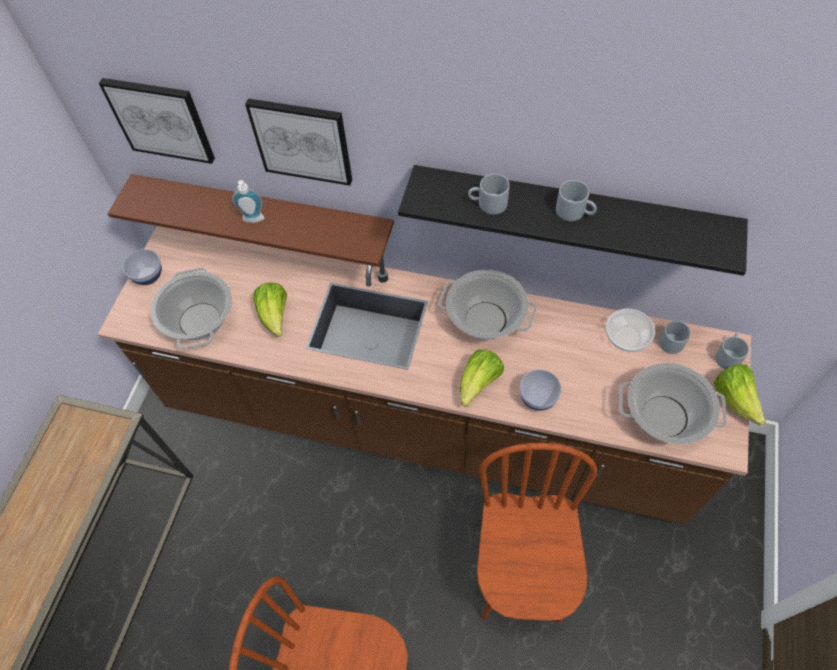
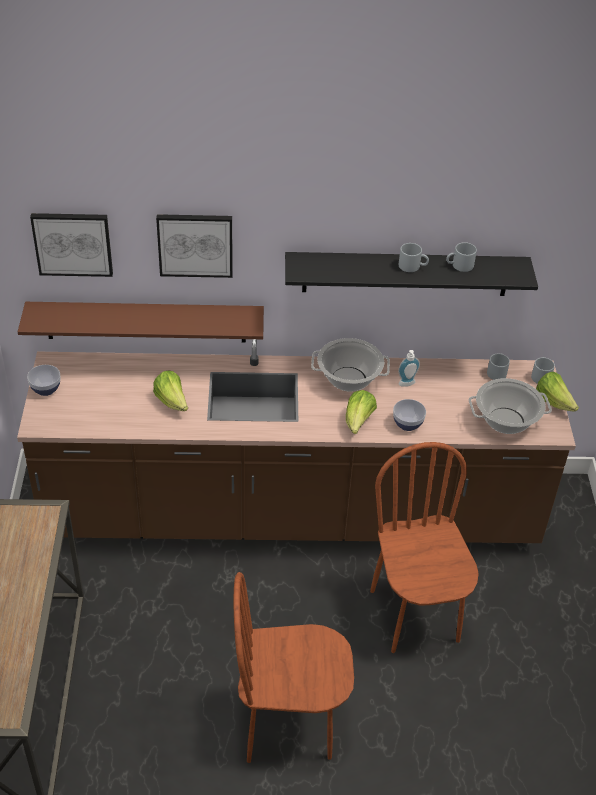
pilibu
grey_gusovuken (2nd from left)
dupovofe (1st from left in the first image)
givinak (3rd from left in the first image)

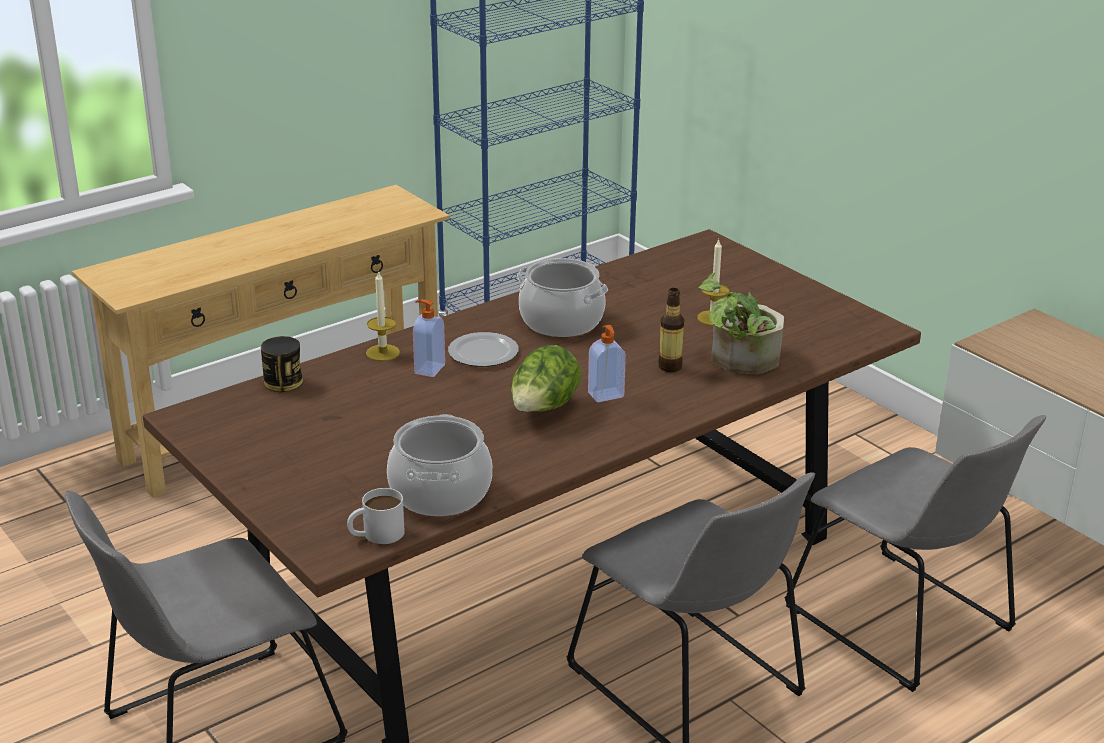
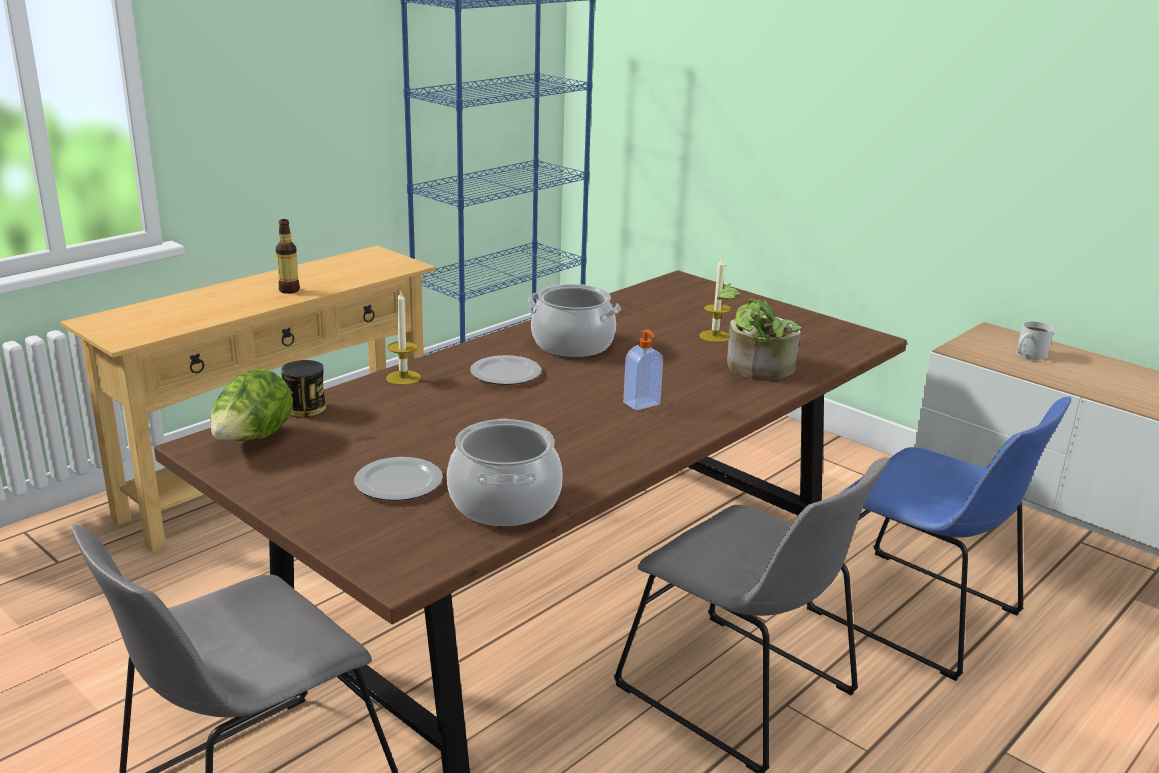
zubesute
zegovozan
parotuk (1st from left)
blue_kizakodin
white_gusovuken
pilibu (1st from left in the first image)

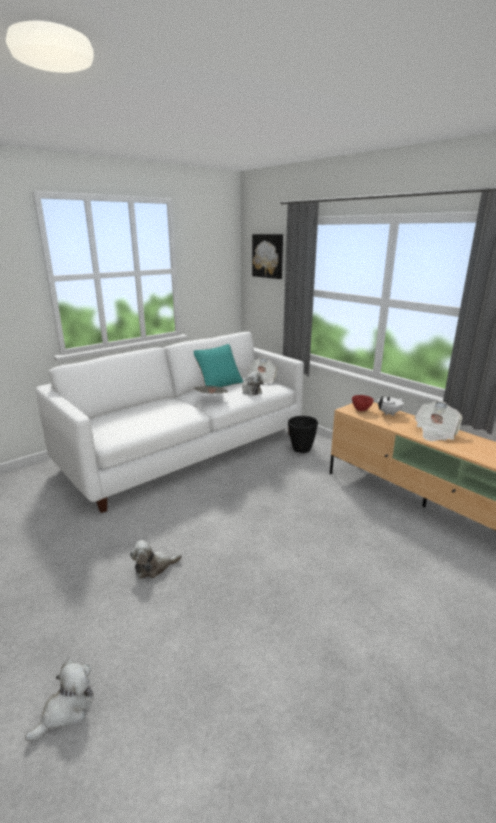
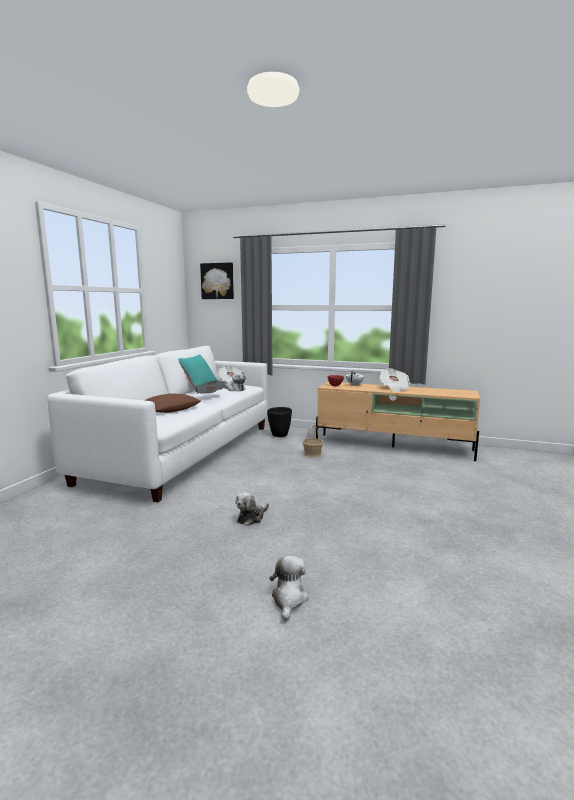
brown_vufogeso
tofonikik

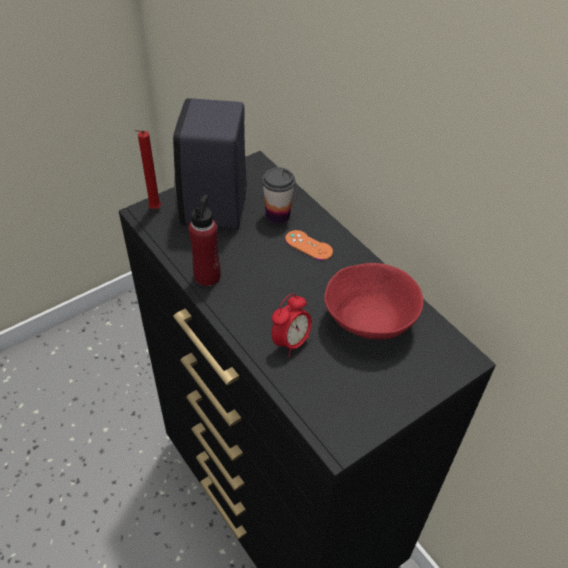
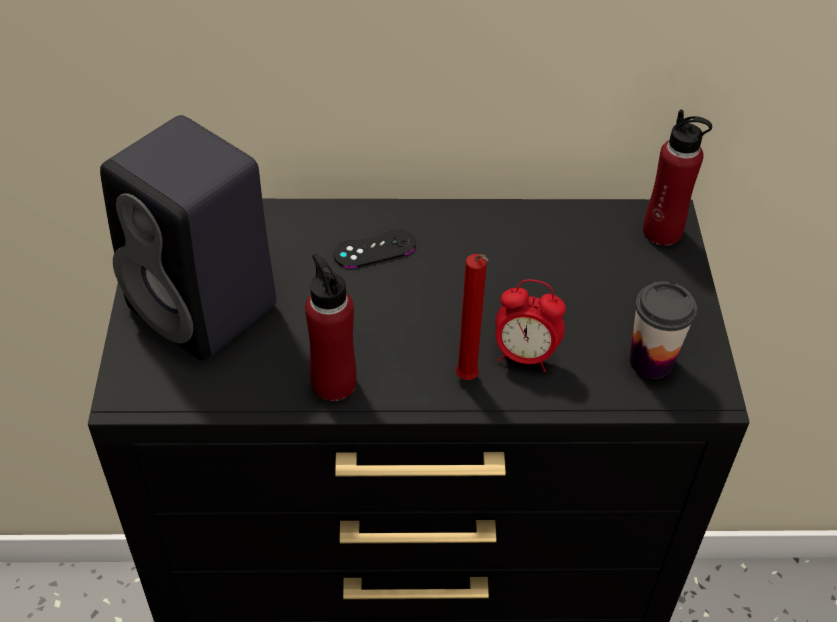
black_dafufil
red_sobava
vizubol
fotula
red_zegovozan (2nd from left)
red_givinak

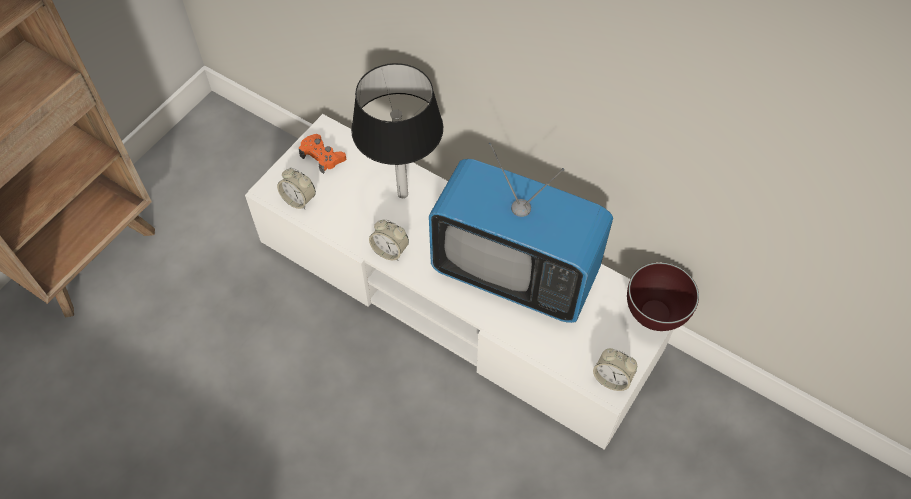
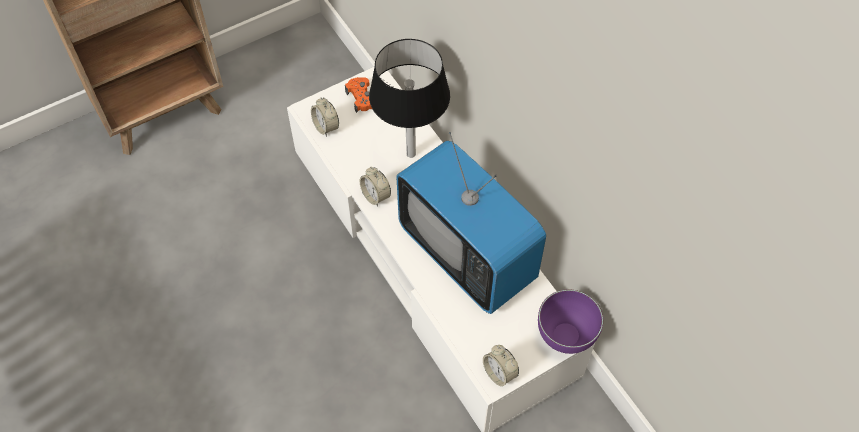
purple_givinak

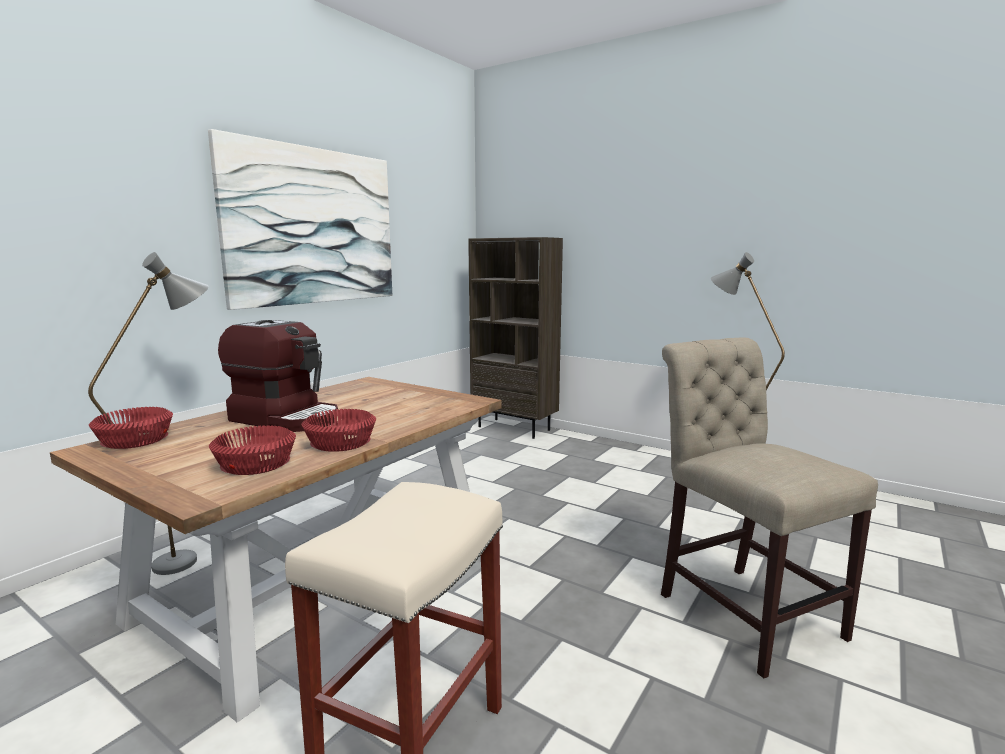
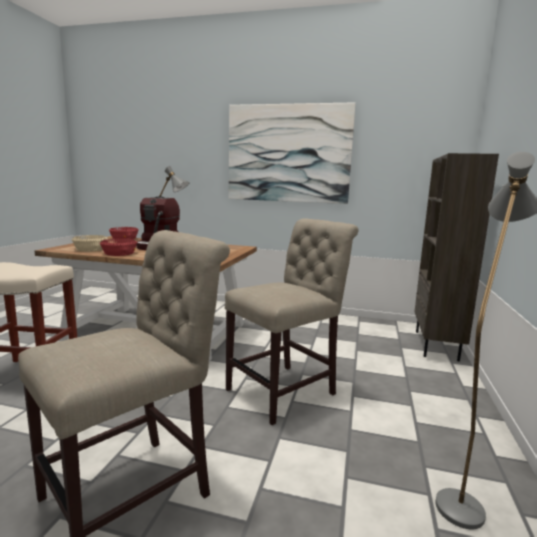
beige_givinak
beige_kizakodin (2nd from left)

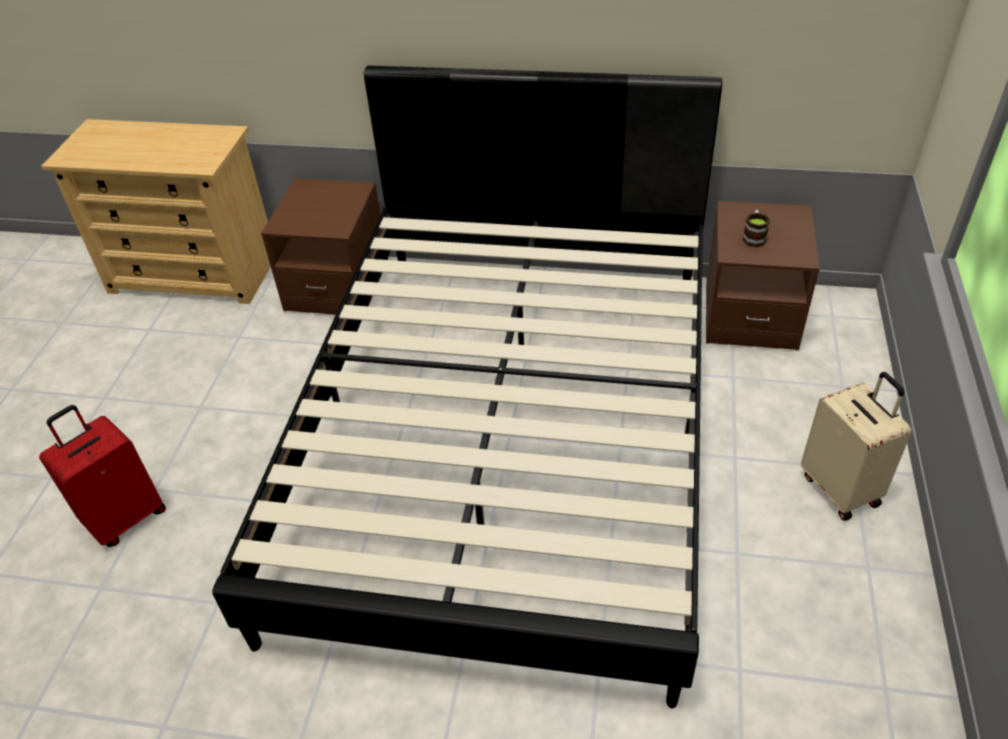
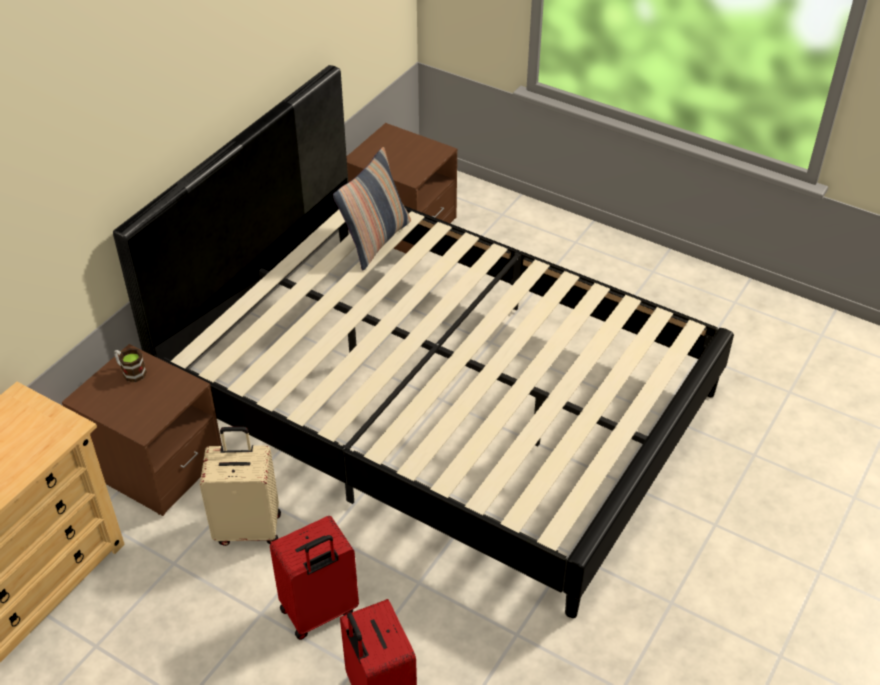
gusovuken
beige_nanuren
red_nanuren (1st from left)
vufogeso

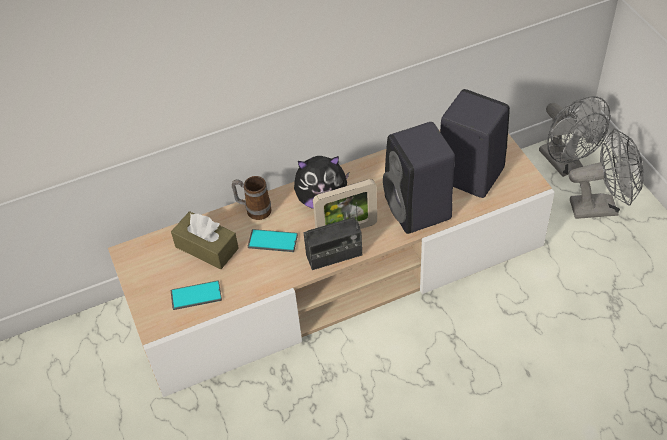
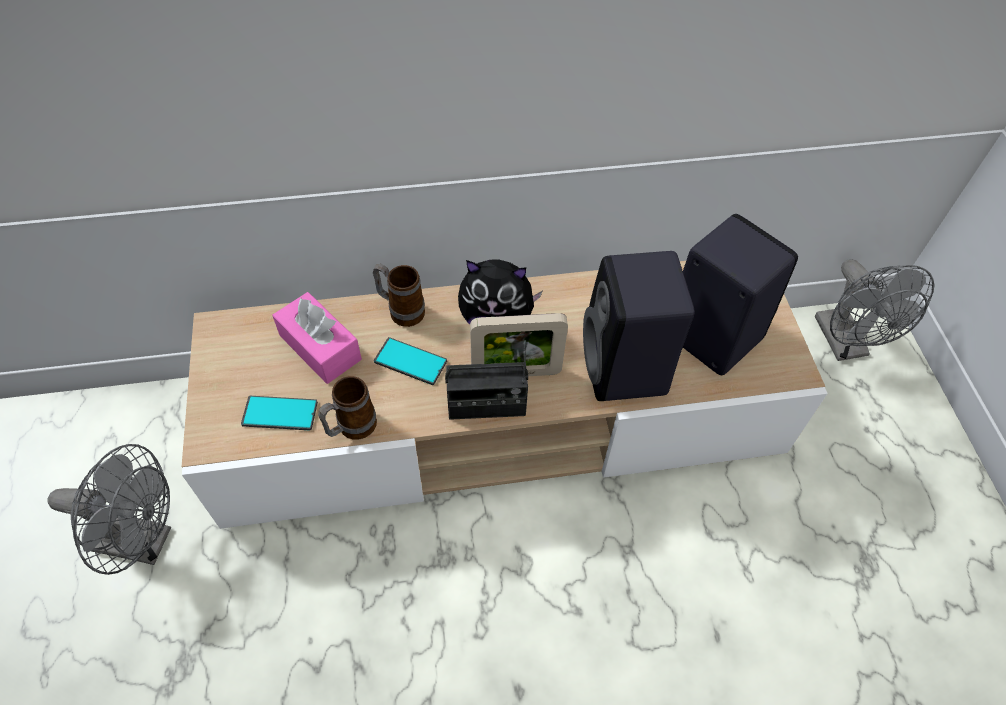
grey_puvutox (1st from left)
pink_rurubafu
gusovuken (1st from left)

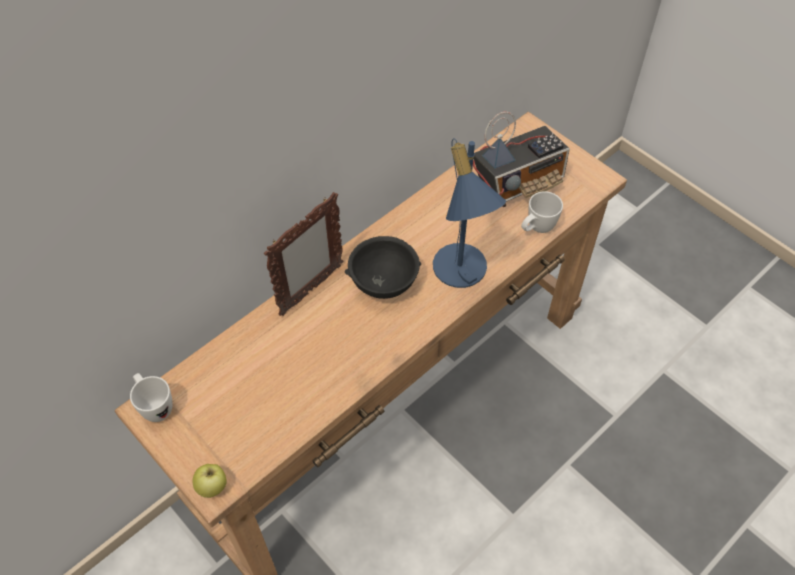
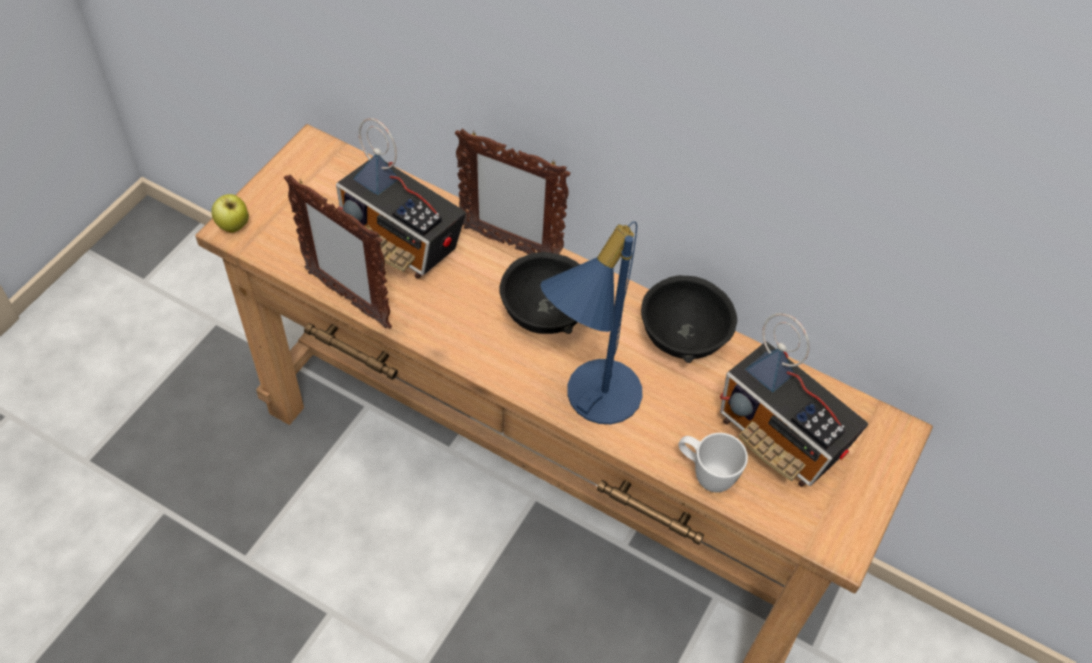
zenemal (1st from left)
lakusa (1st from left)
black_givinak (2nd from left)
white_gusovuken (1st from left in the first image)

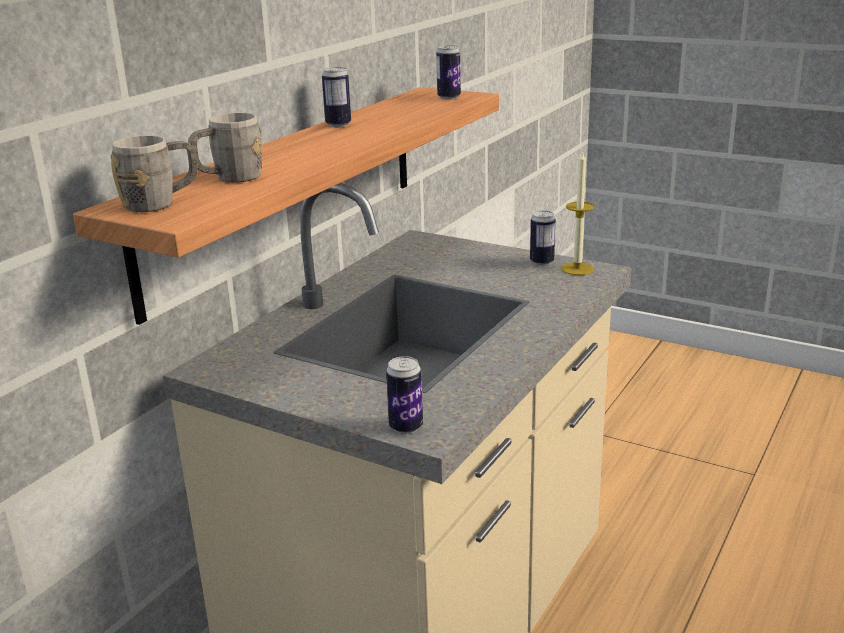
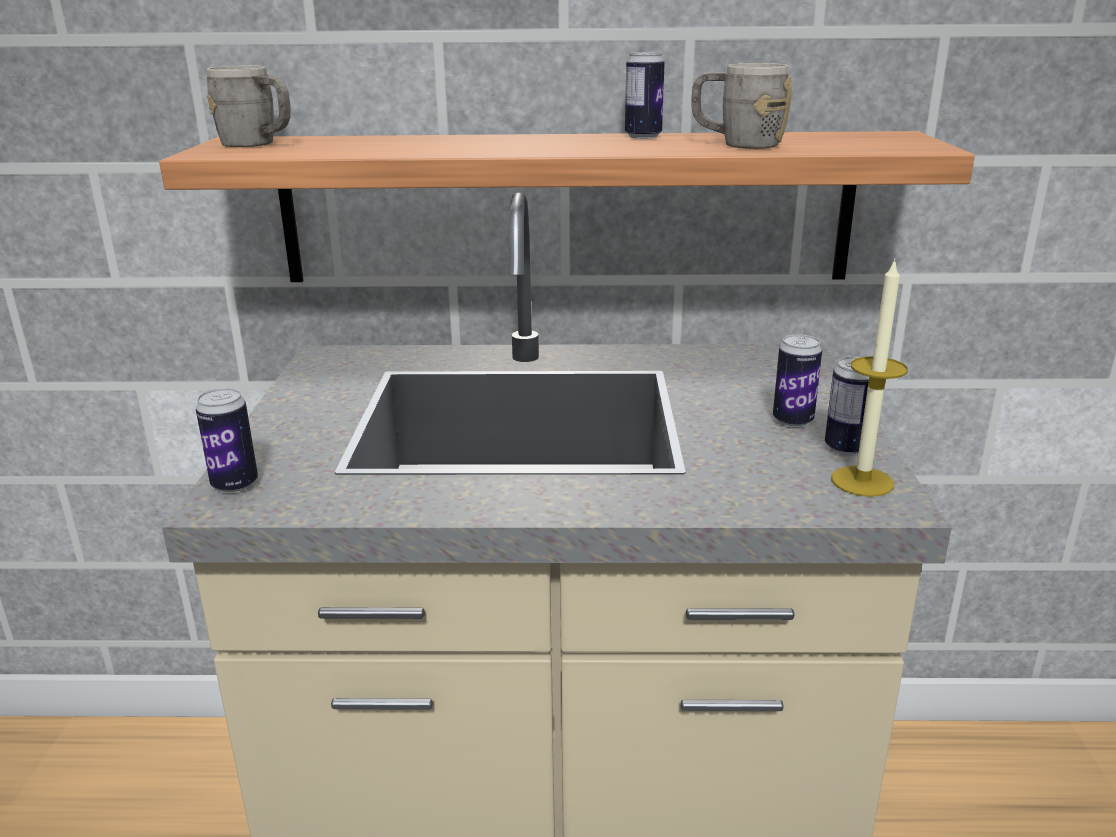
grey_gusovuken (2nd from left)
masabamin (3rd from left)

